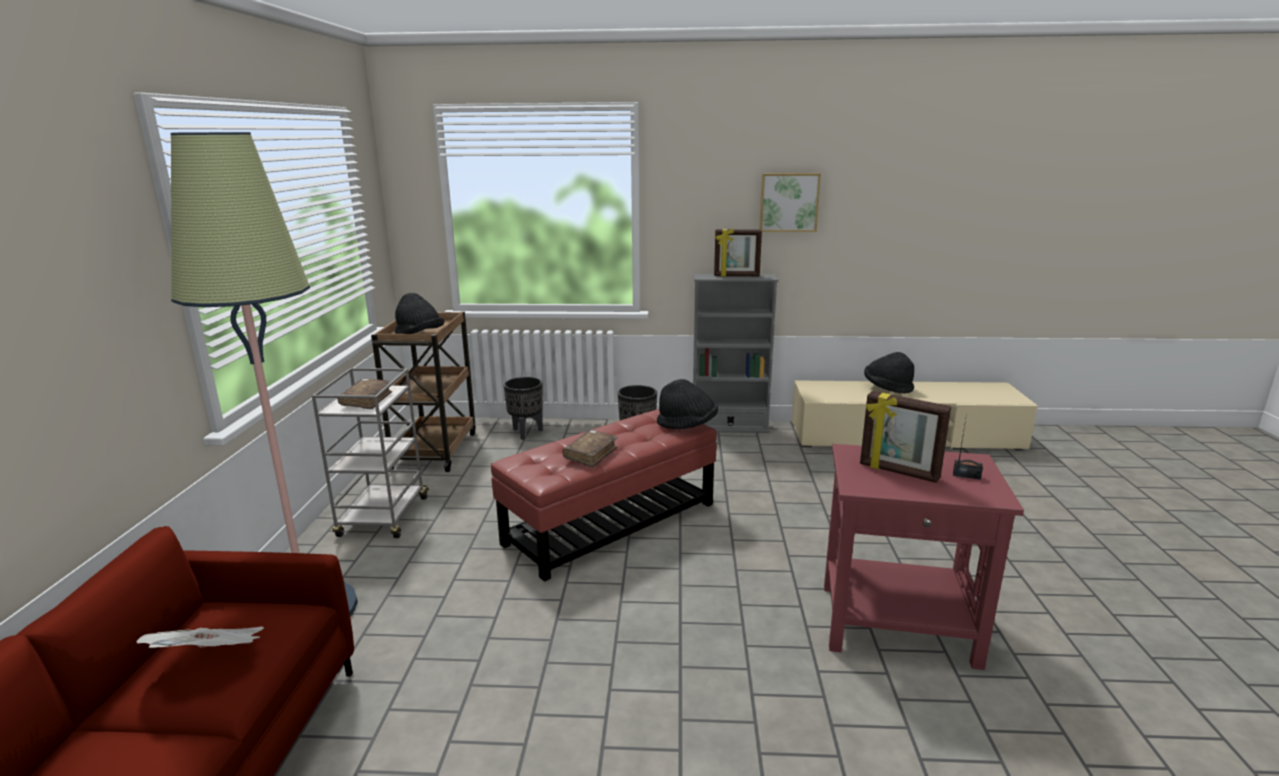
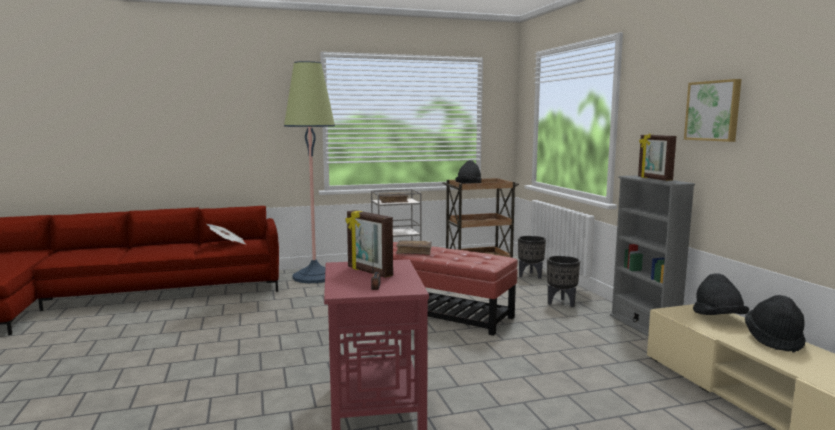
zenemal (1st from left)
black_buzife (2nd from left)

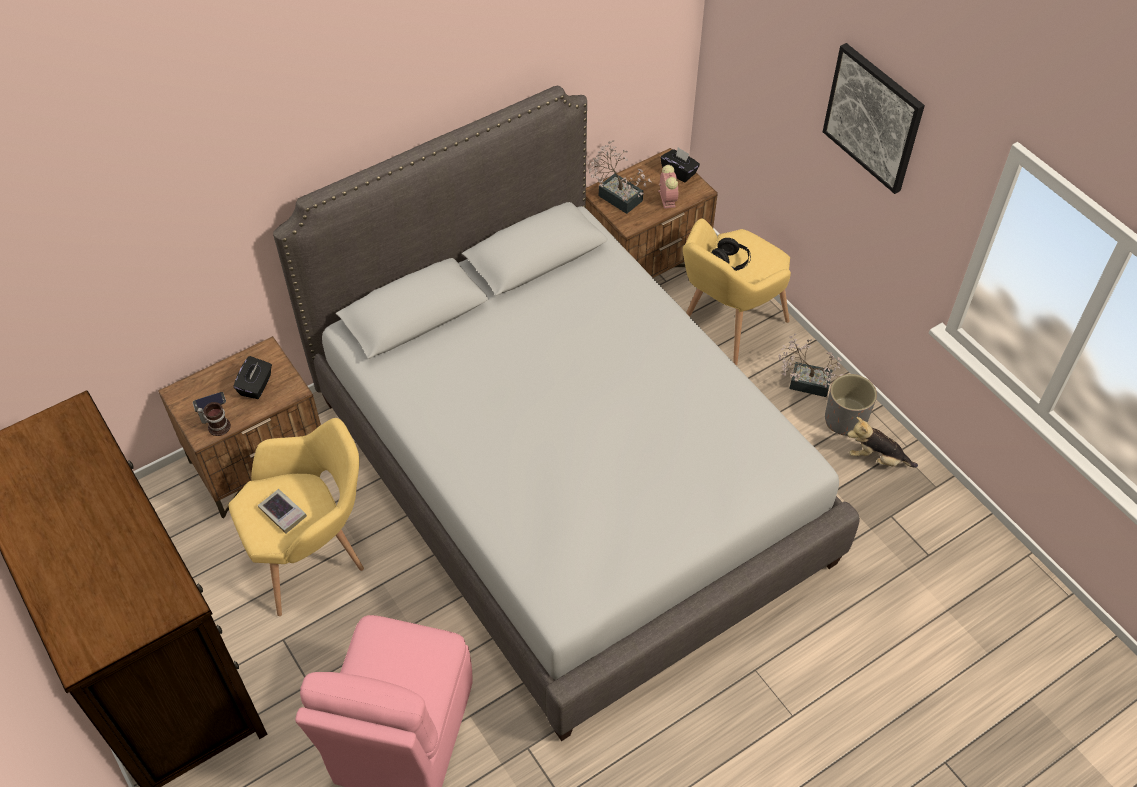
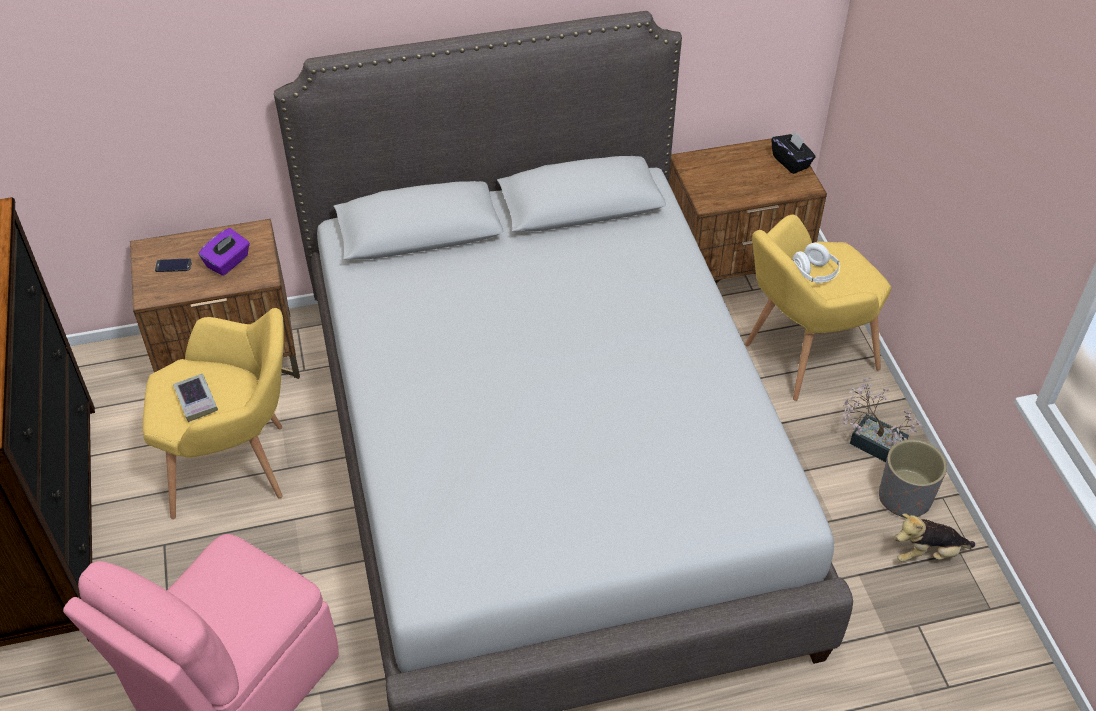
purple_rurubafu
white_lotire
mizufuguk
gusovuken
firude (1st from left in the first image)
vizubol
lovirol

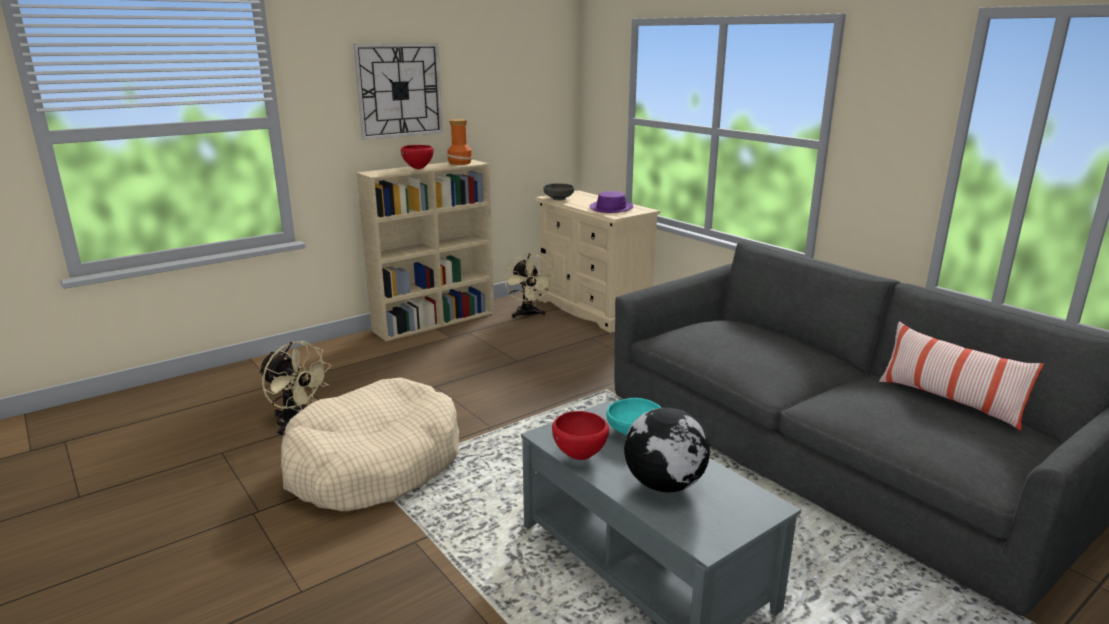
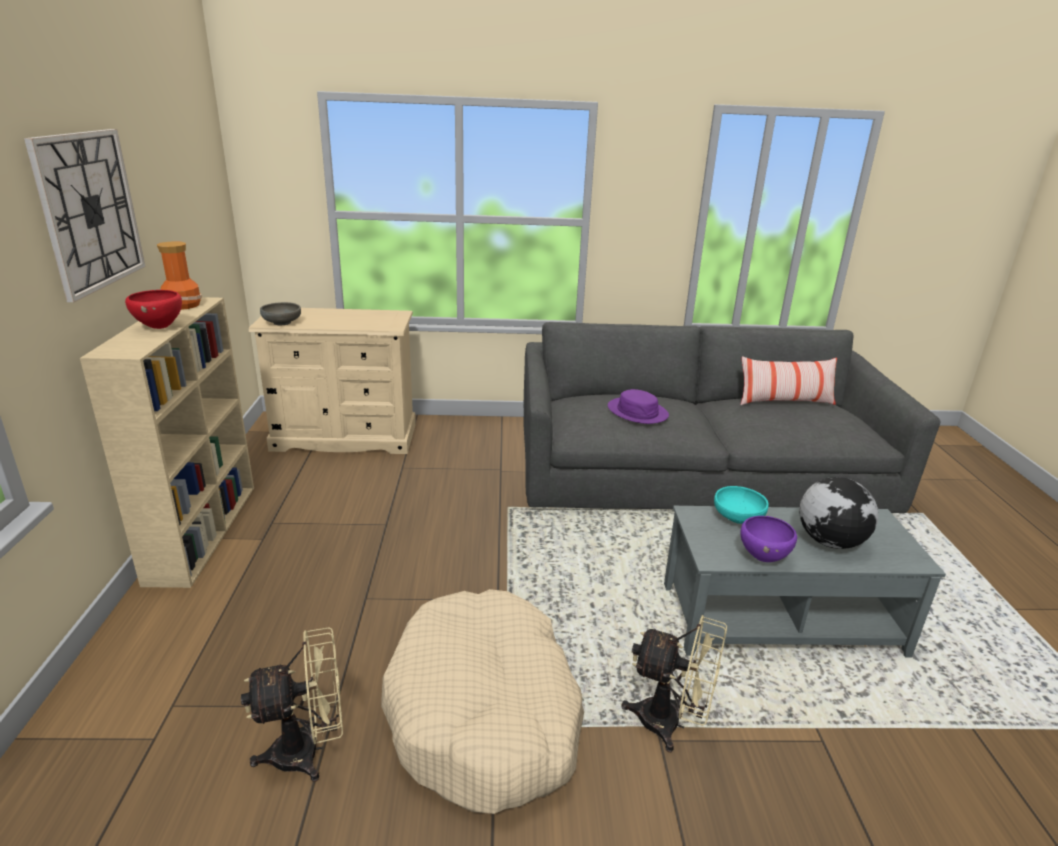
purple_buzife
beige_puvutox (2nd from left)
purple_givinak

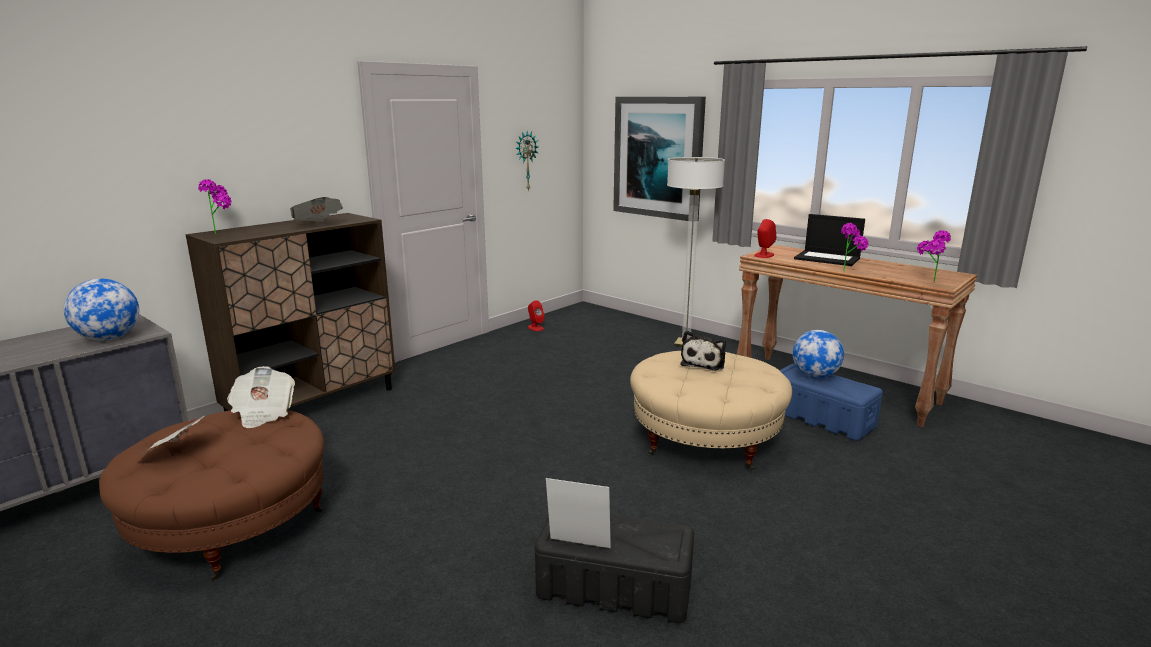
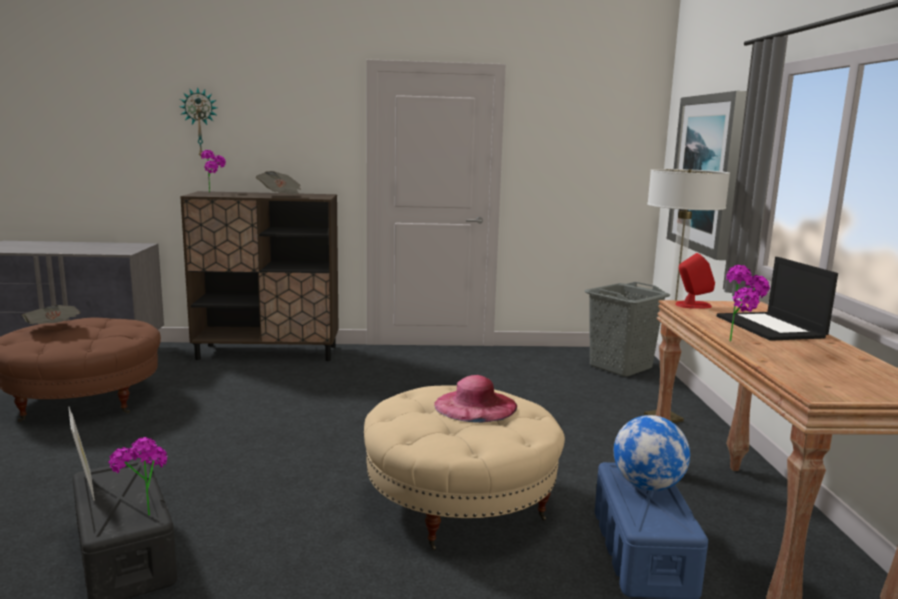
firude (1st from left)
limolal
pink_buzife
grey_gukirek
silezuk (1st from left in the first image)
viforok (2nd from left in the first image)
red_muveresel (1st from left in the first image)

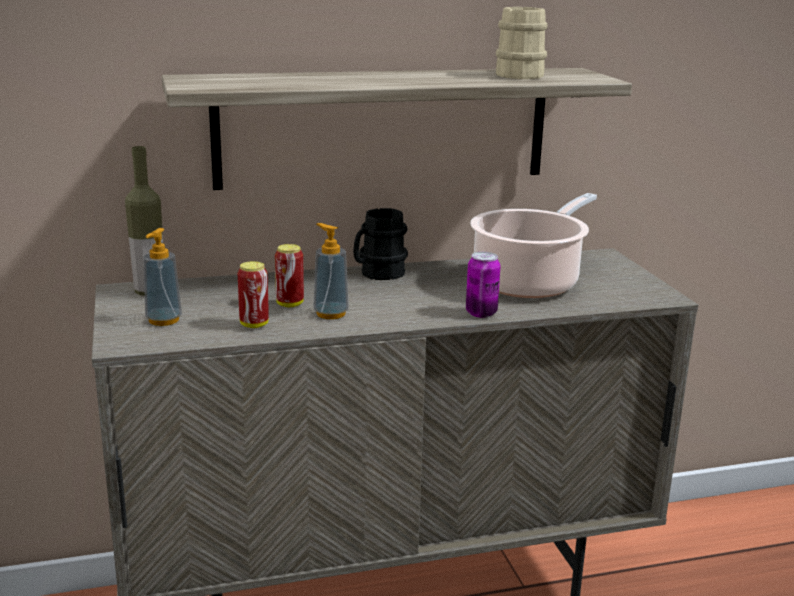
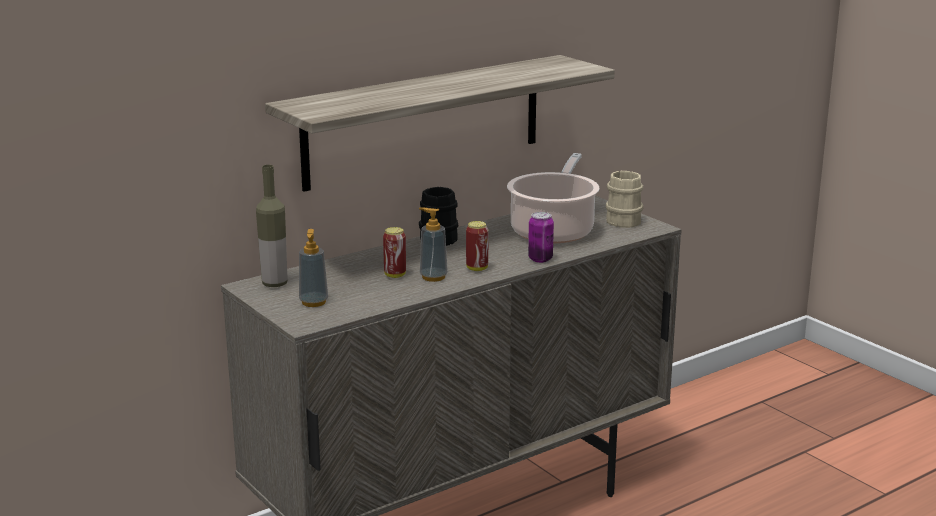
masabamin (2nd from left)
beige_gusovuken

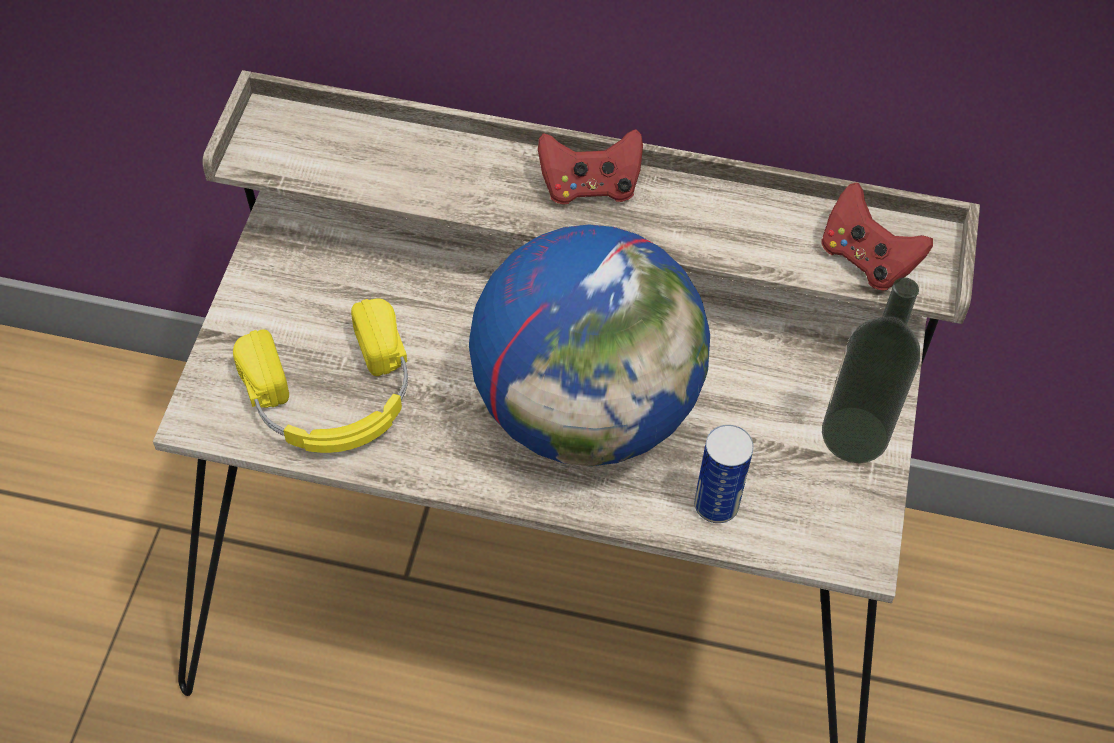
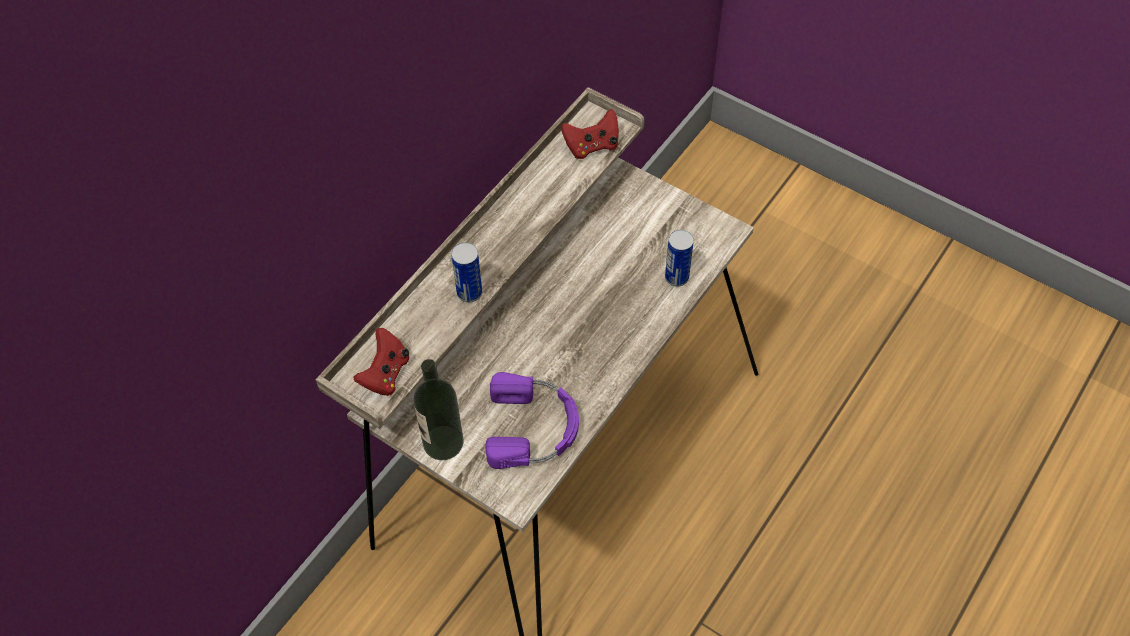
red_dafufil (1st from left)
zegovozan
masabamin (1st from left)
purple_lotire
silezuk

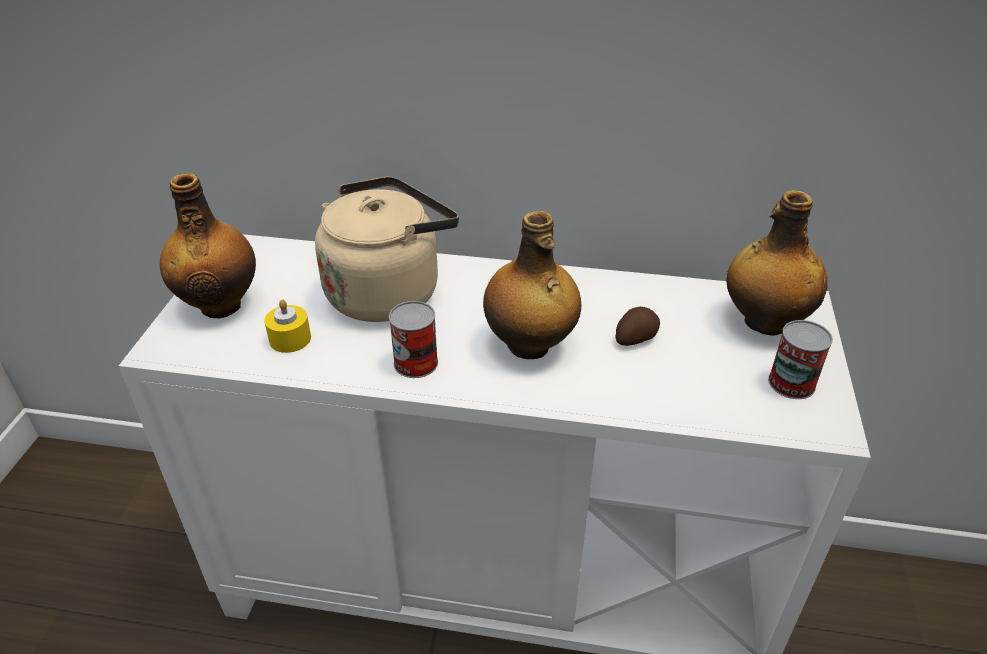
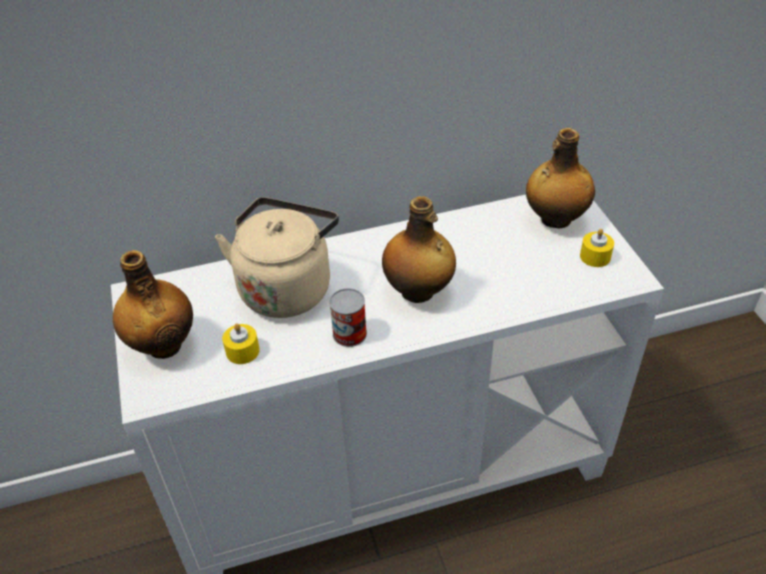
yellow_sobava (2nd from left)
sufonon

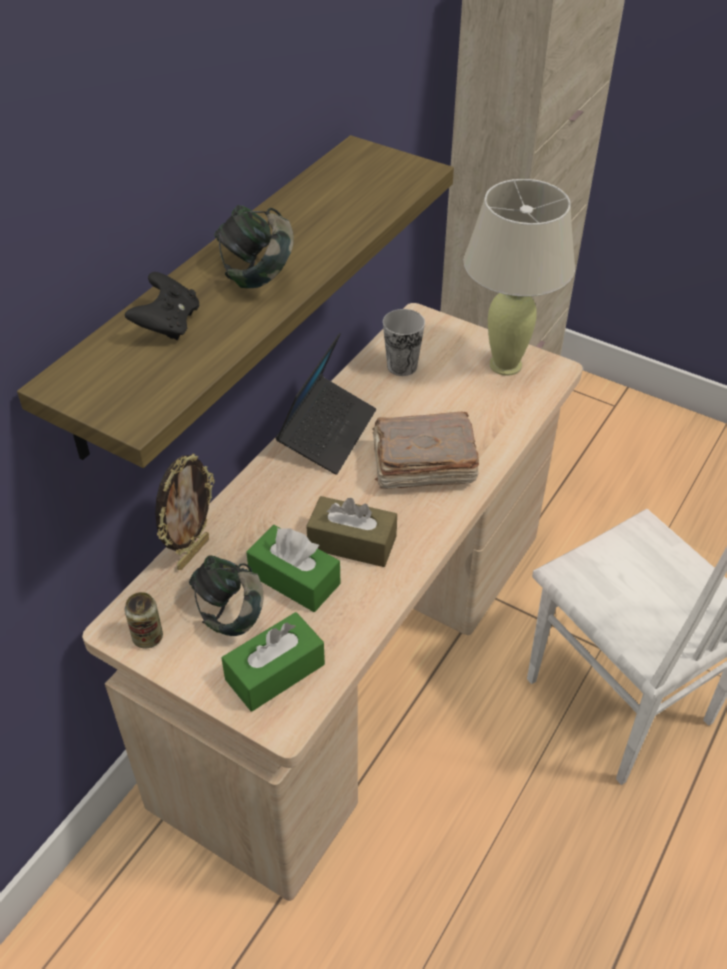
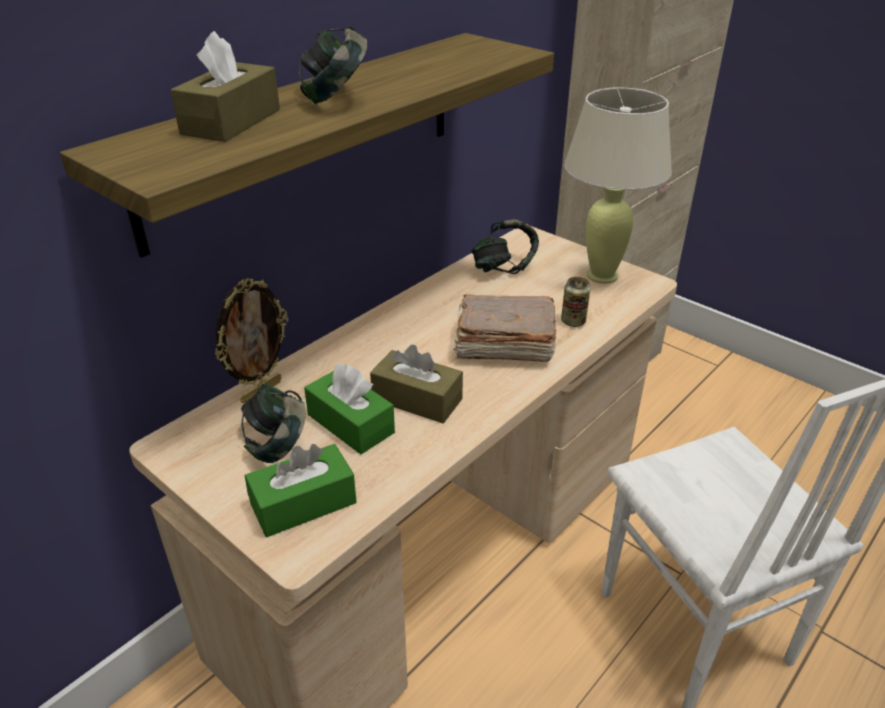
brown_rurubafu (1st from left)
lotire (3rd from left)
masabamin
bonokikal

